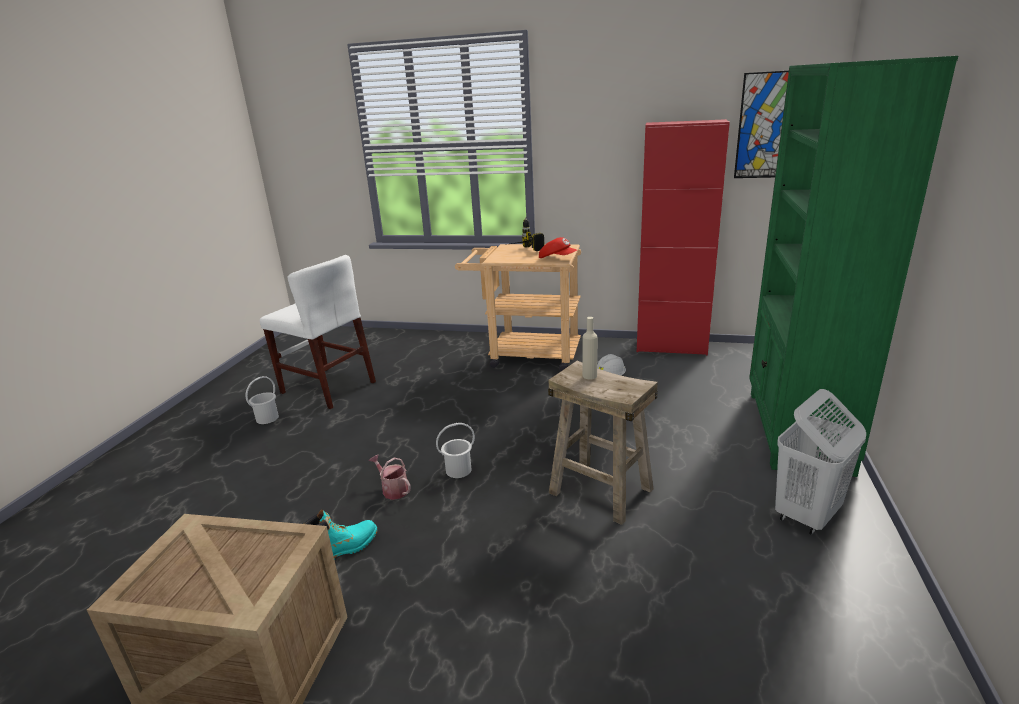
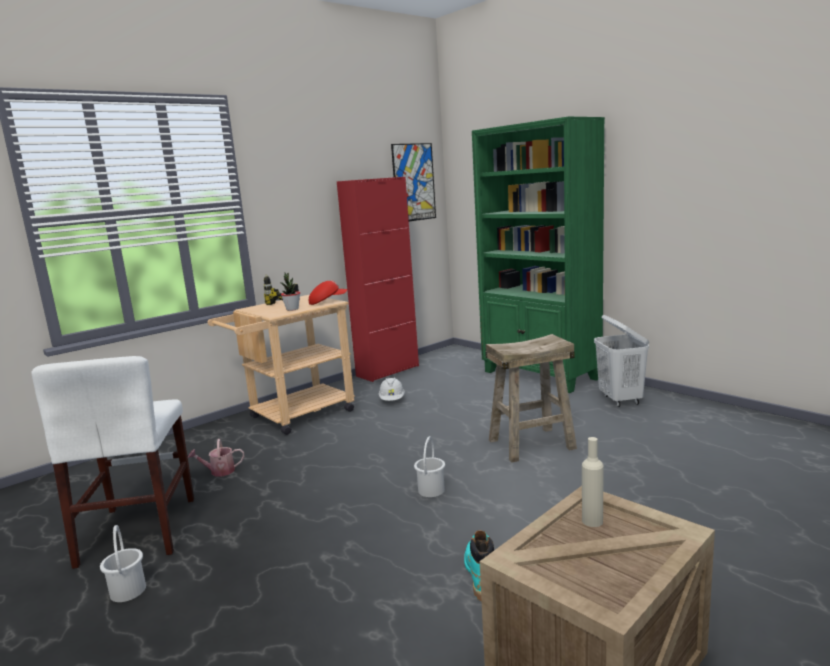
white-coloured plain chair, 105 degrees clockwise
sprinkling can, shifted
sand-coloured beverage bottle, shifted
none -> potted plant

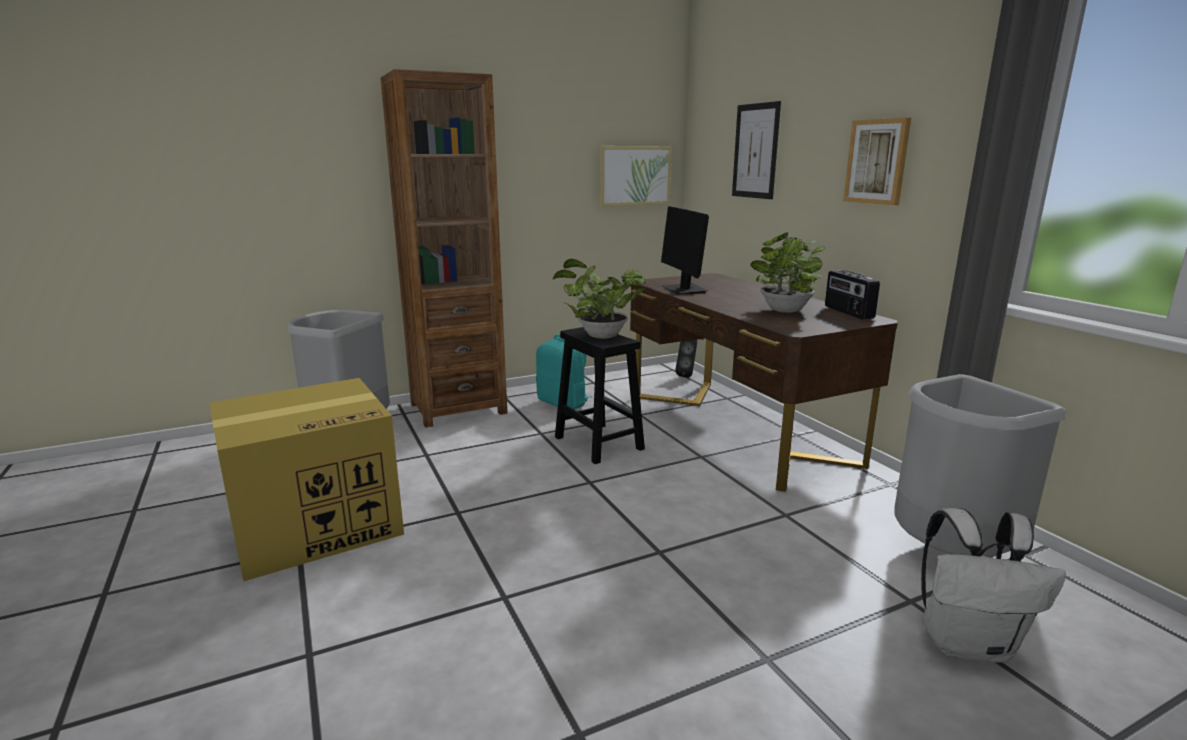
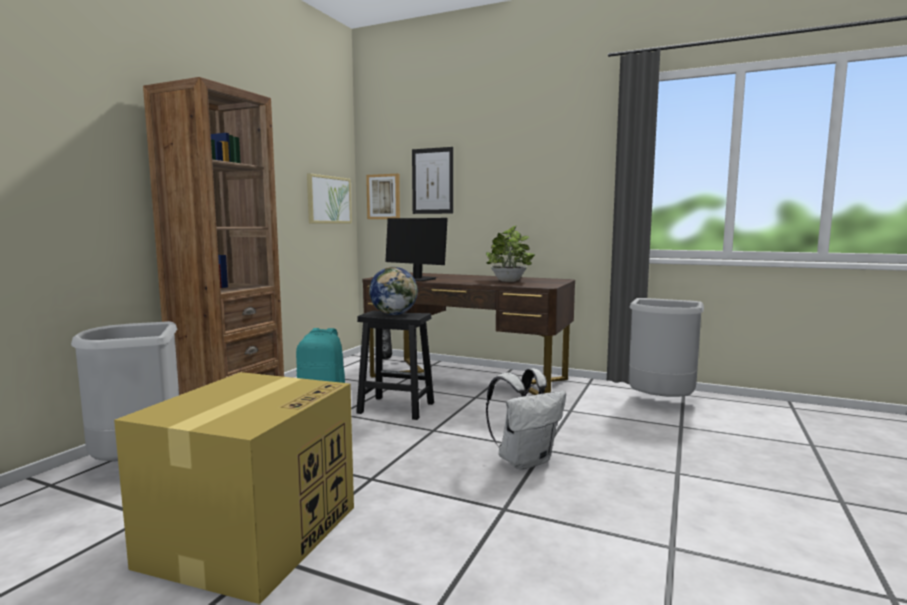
potted plant (no. 1 from left) -> world globe
radio receiver -> none
wall picture (no. 3 from left in the first image) -> wall picture (no. 2 from left), shifted
white-coloured rucksack, shifted

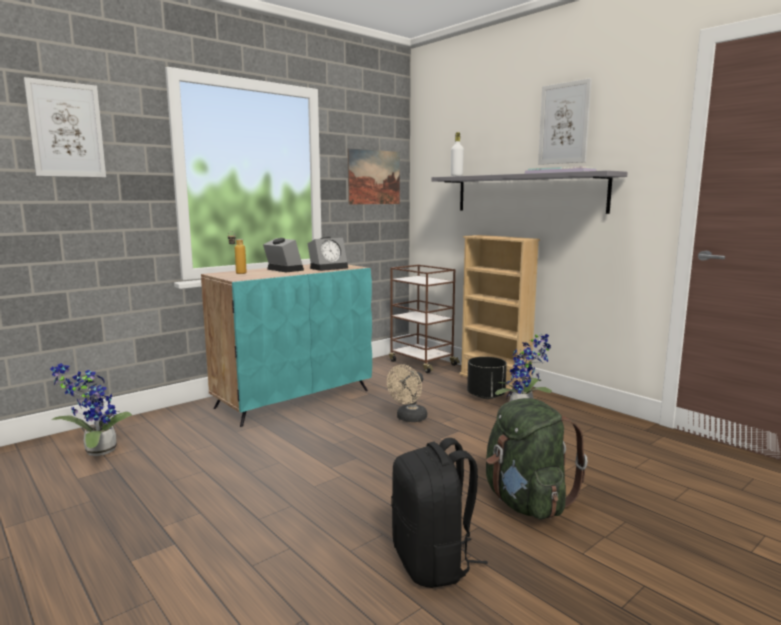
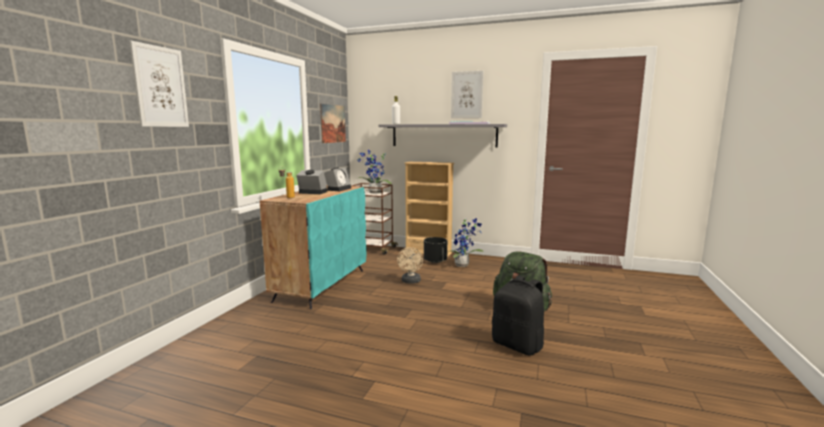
potted plant (no. 1 from left), shifted

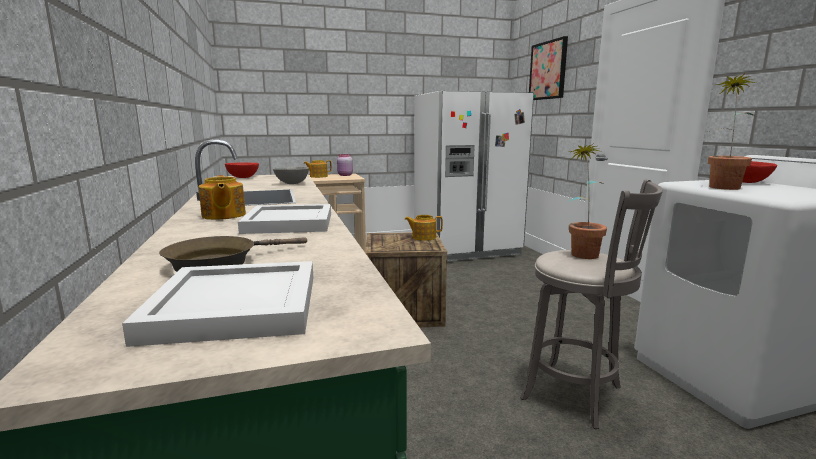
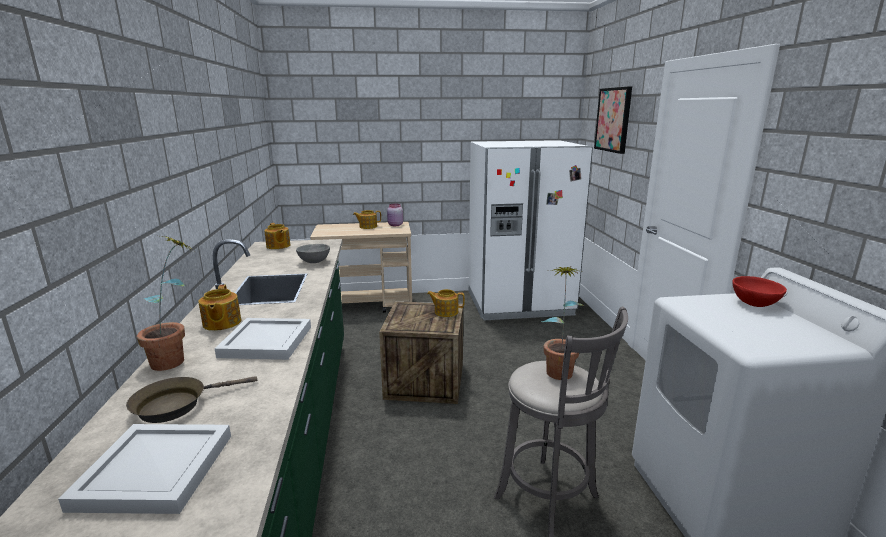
red-coloured deep dish (no. 1 from left) -> tea pot (no. 2 from left)
potted plant (no. 2 from left in the first image) -> potted plant (no. 1 from left), shifted

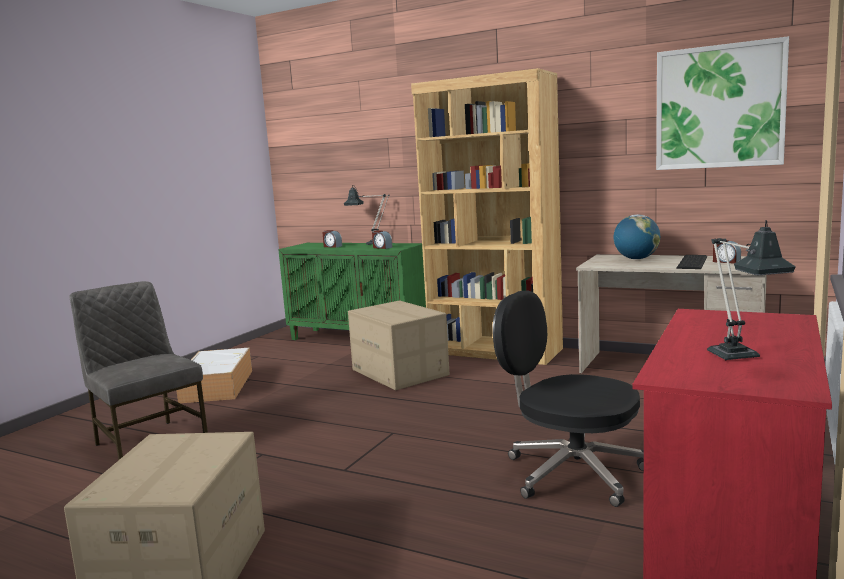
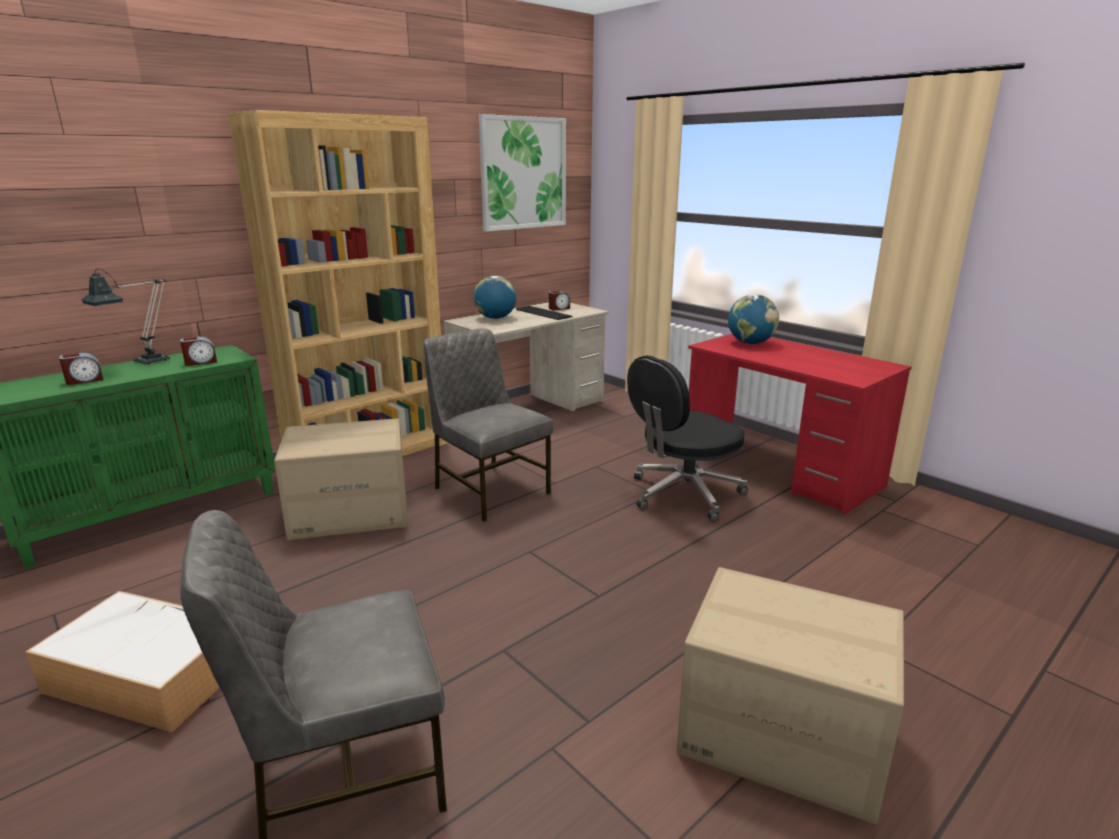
lamp for a table (no. 2 from left) -> none
none -> greyish plain chair (no. 2 from left)
none -> world globe (no. 2 from left)

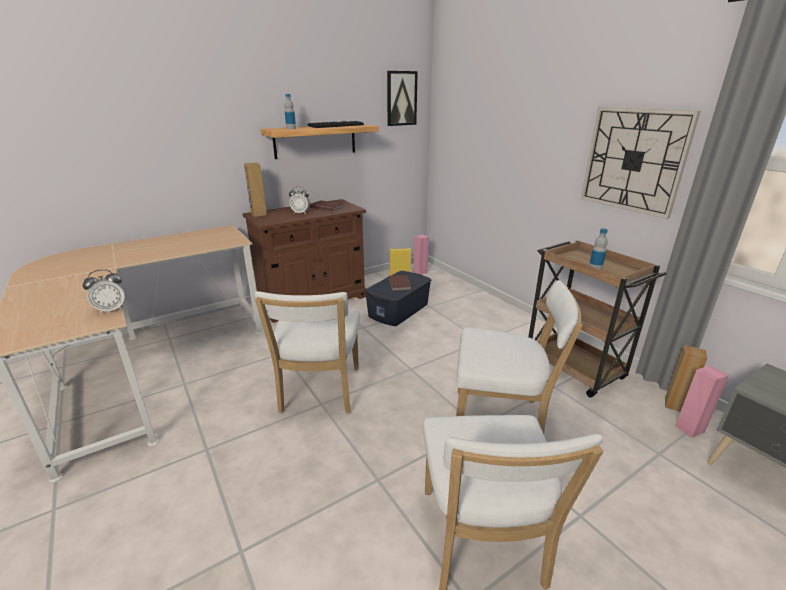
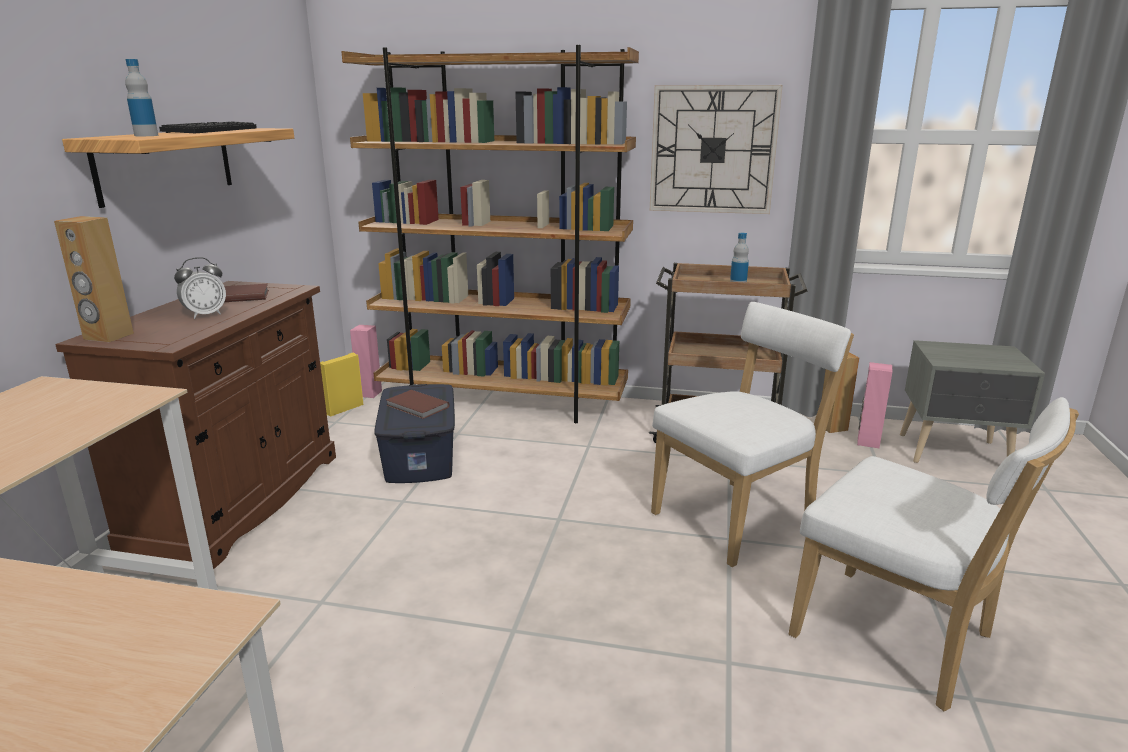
table clock (no. 1 from left) -> none
white-coloured plain chair (no. 1 from left) -> none
wall picture -> none
none -> brown shelving unit

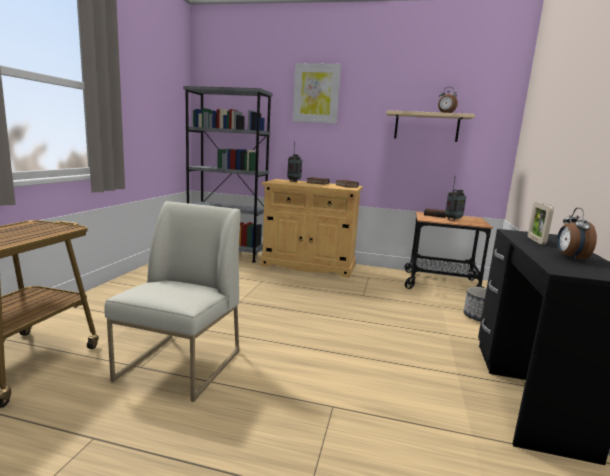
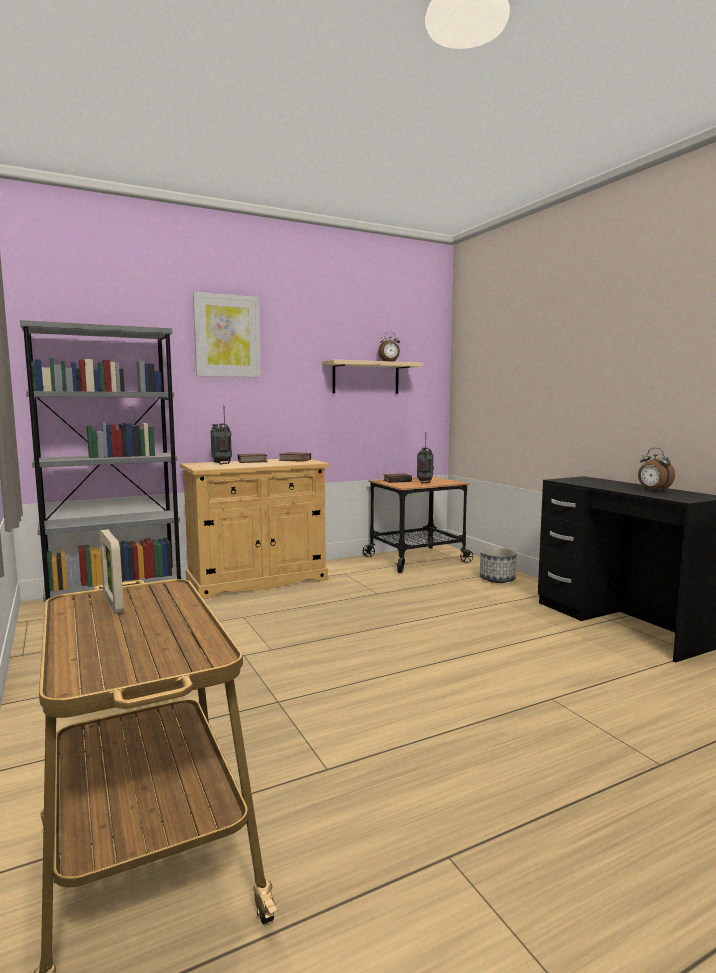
white-coloured plain chair -> none
picture frame, shifted

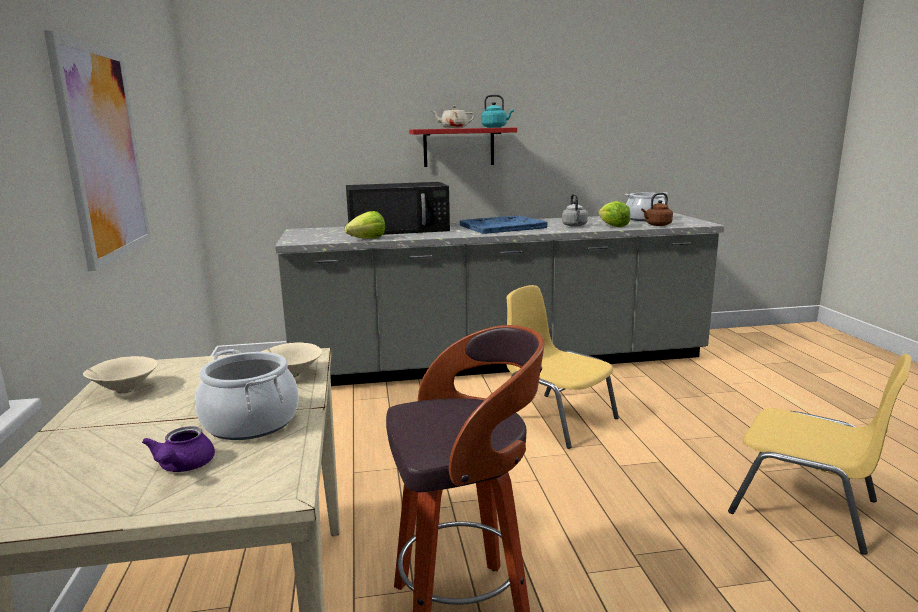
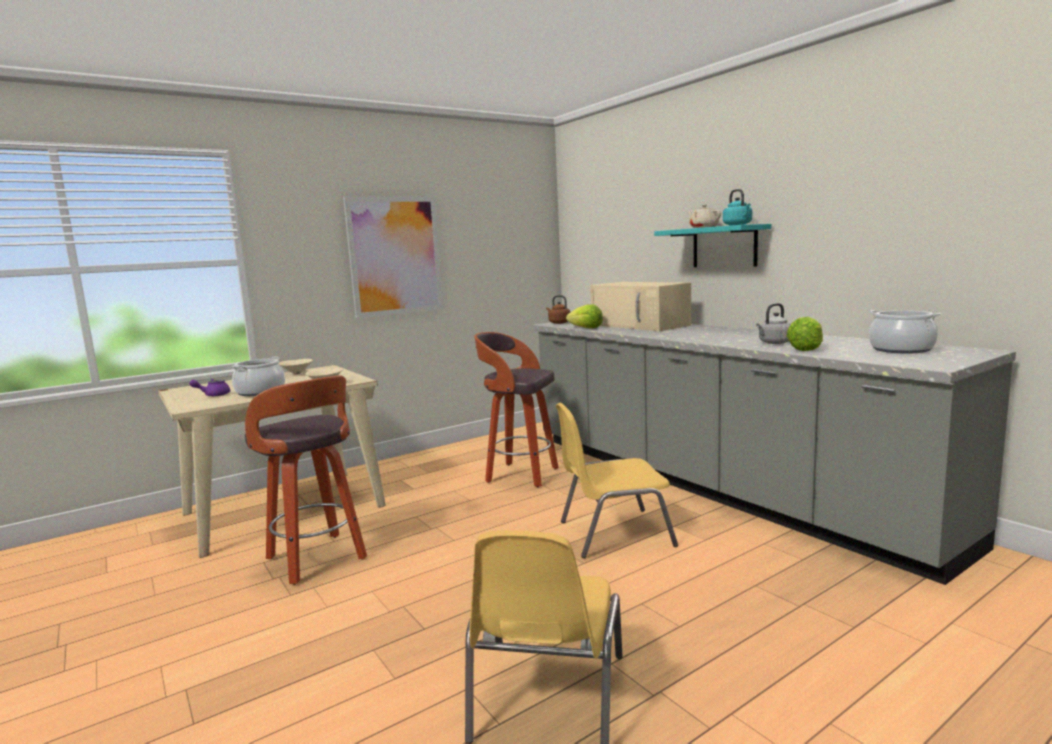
black microwave -> sand-coloured microwave
red-coloured bracket shelf -> blue-green bracket shelf
bluish carrying tray -> none
yellowish plain chair (no. 1 from left in the first image) -> yellowish plain chair (no. 2 from left), 120 degrees counterclockwise
brown tea kettle, shifted
none -> stool (no. 2 from left)

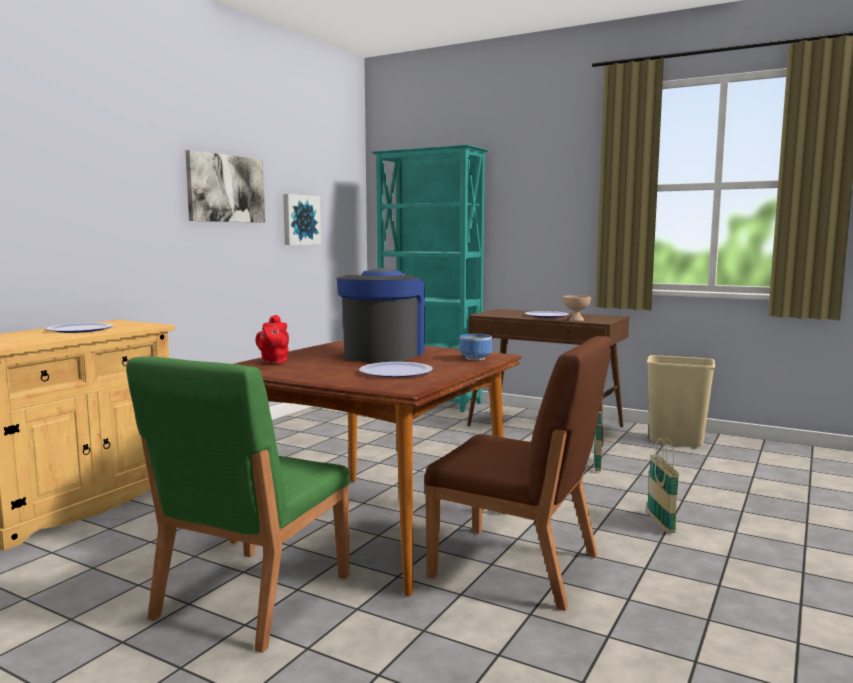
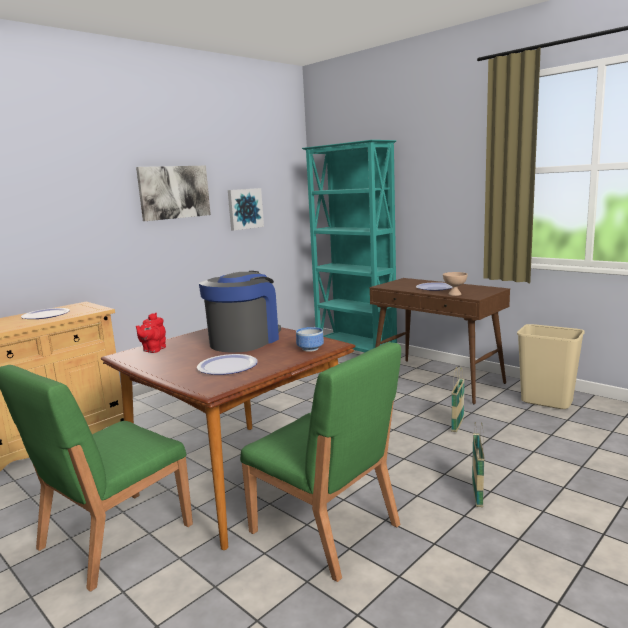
brown plain chair -> greenish plain chair (no. 2 from left)

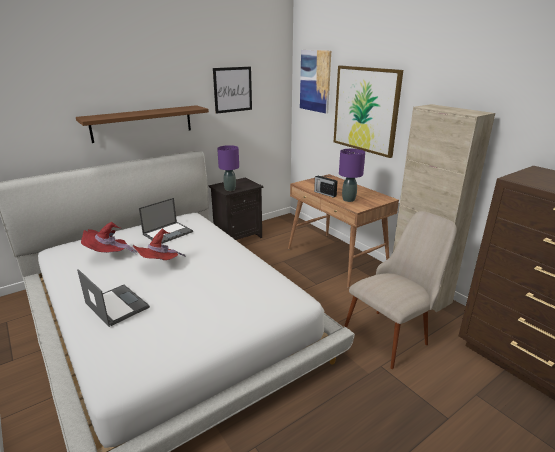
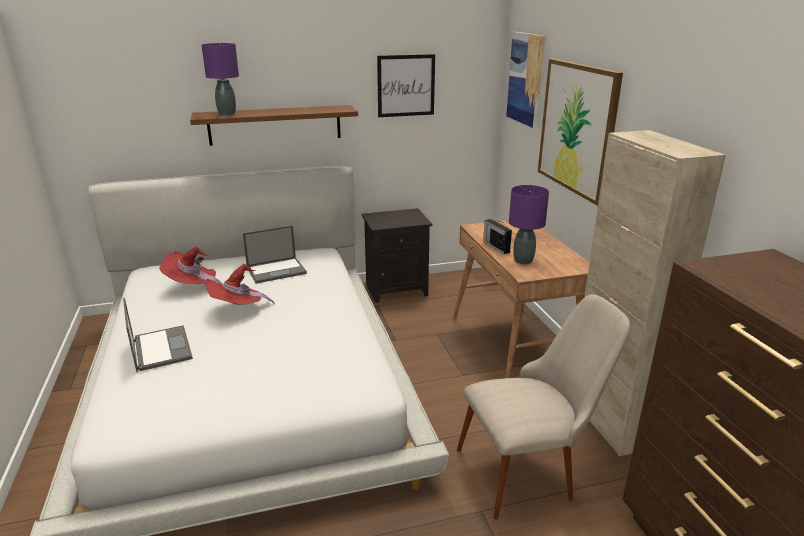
purplish lamp for a table (no. 1 from left), shifted

